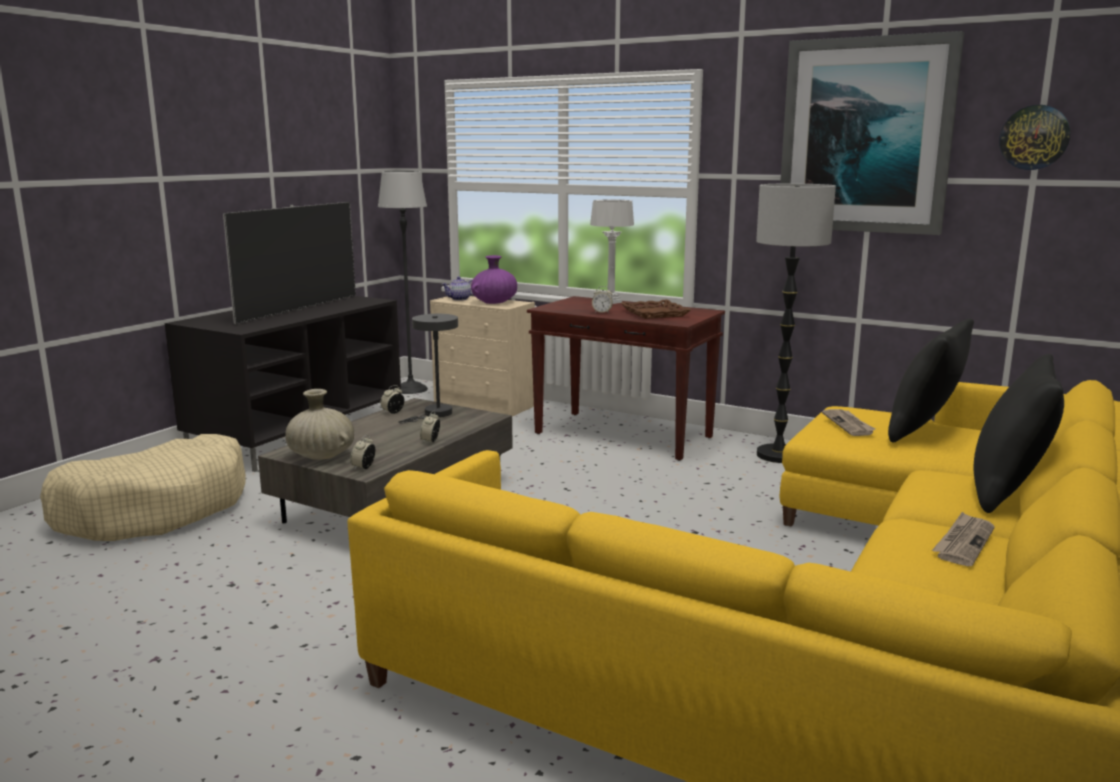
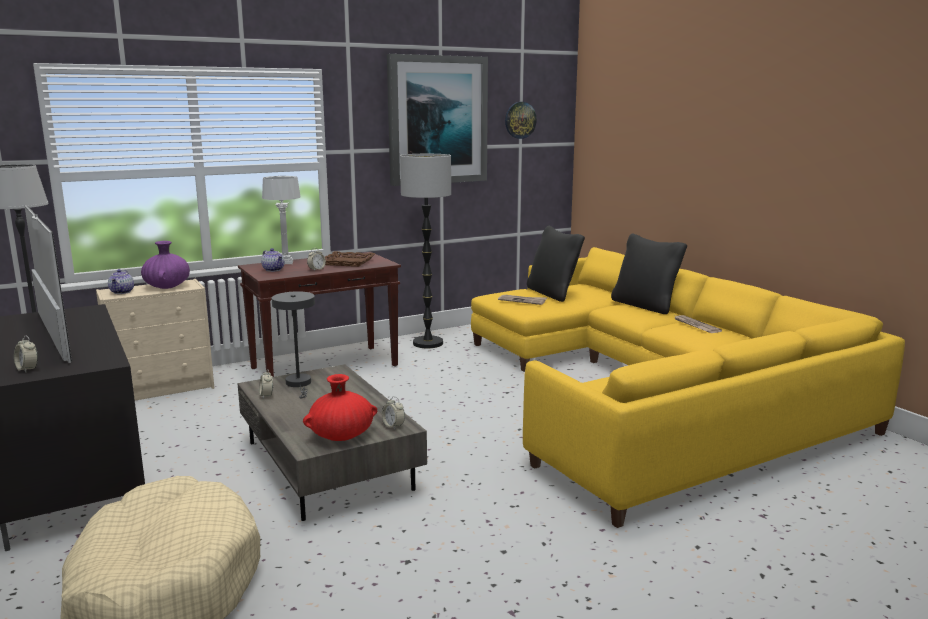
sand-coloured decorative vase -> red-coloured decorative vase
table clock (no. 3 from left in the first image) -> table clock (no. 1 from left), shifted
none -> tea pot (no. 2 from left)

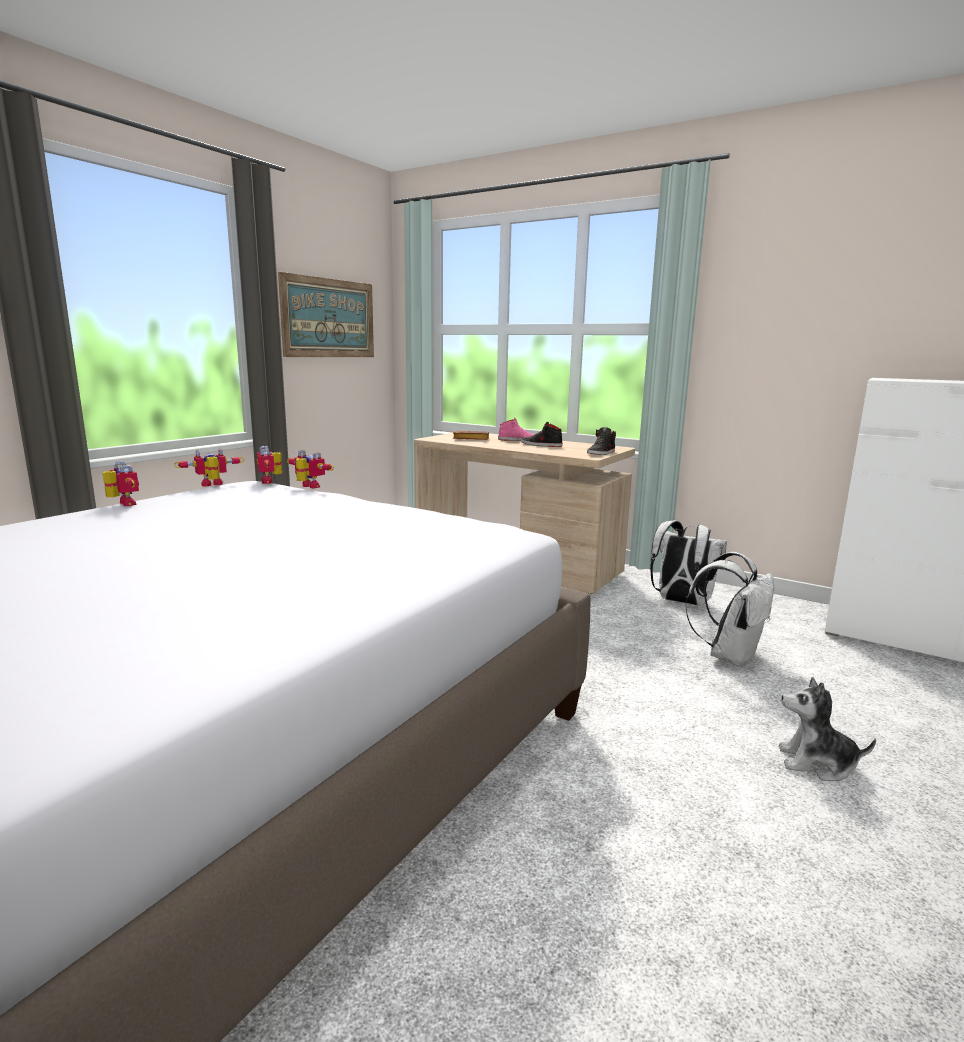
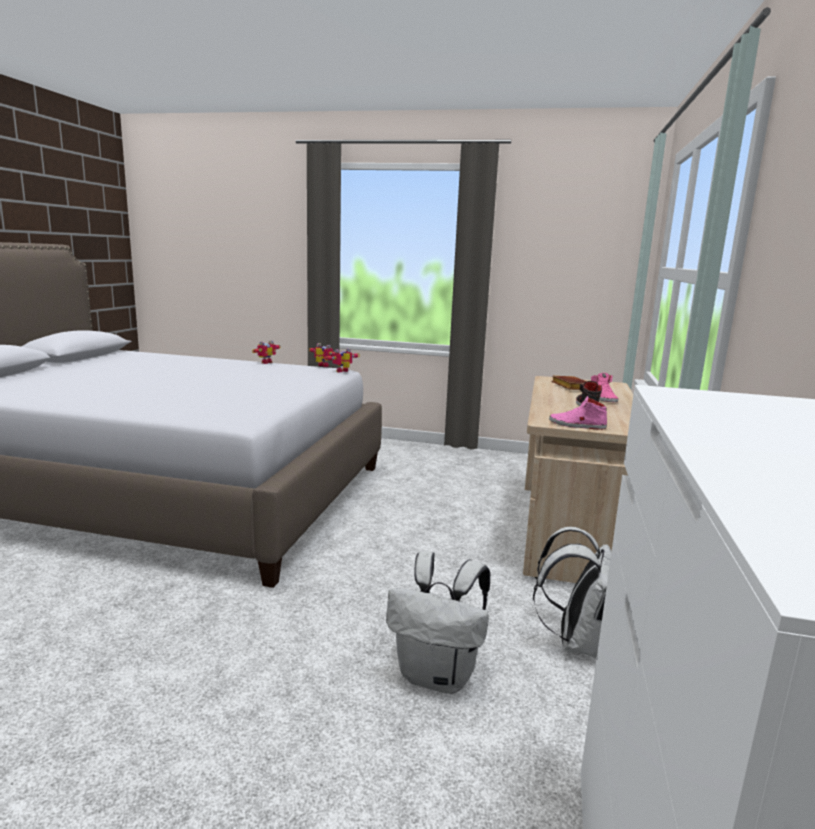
wall picture -> none
model robot (no. 4 from left) -> none
black low shoe (no. 2 from left) -> pinkish low shoe (no. 1 from left)
cuddly toy -> none

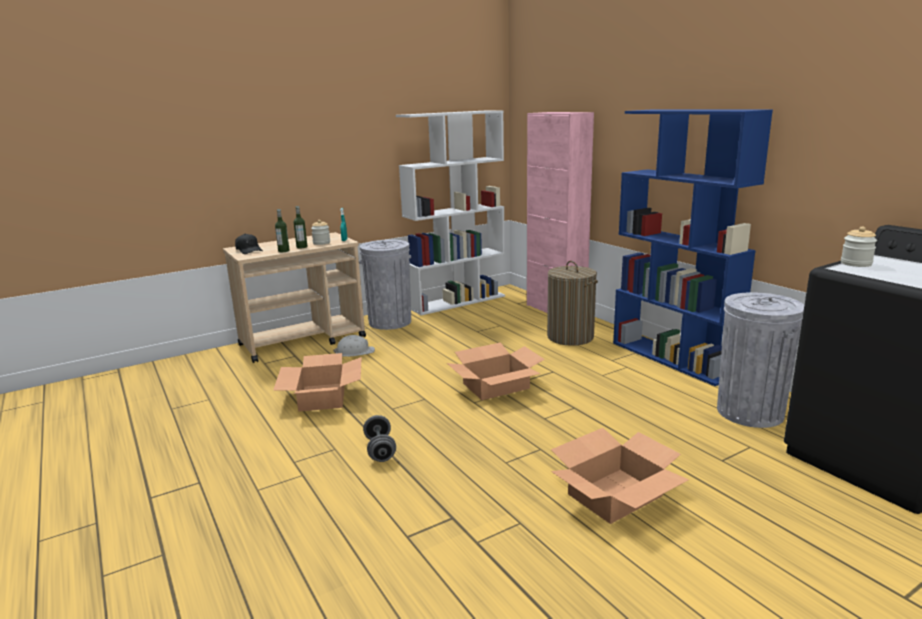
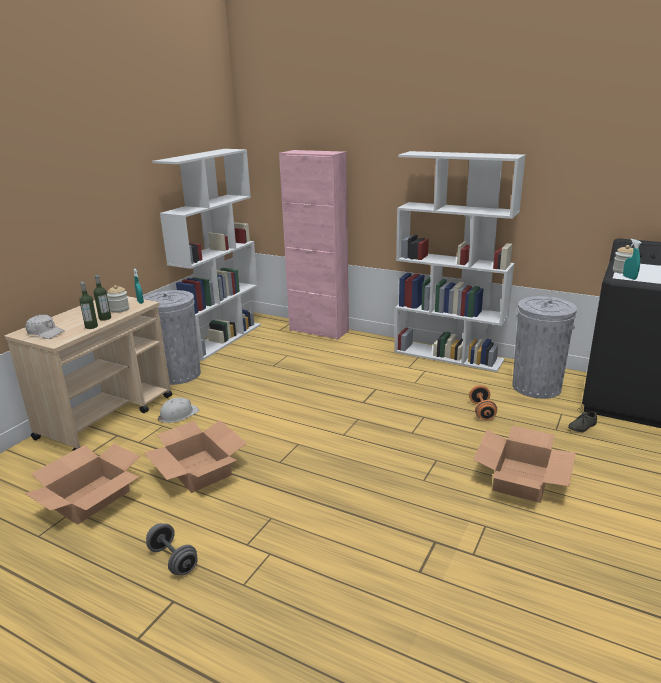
black baseball cap -> white-coloured baseball cap
greyish dumbbell, shifted
carton (no. 2 from left in the first image) -> carton (no. 1 from left), shifted
hamper -> none
bluish shelving unit -> white-coloured shelving unit (no. 2 from left)
none -> orange dumbbell
none -> greyish low shoe
none -> blue-green hand sprayer (no. 2 from left)

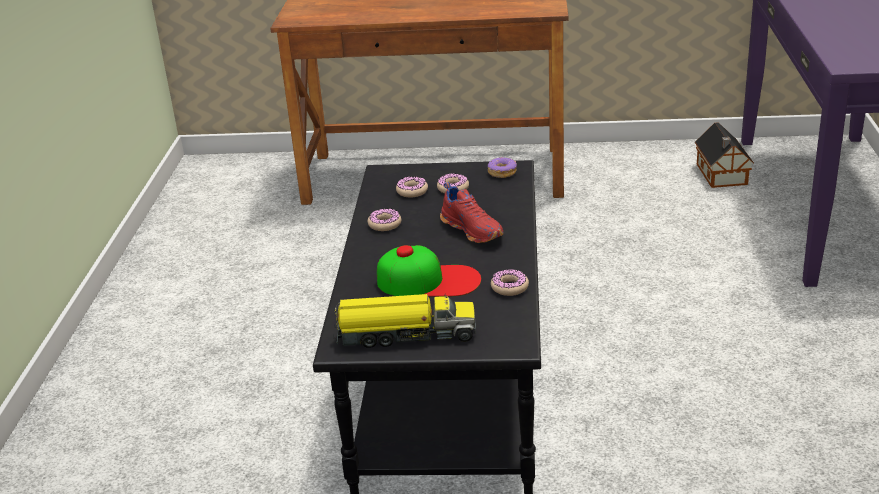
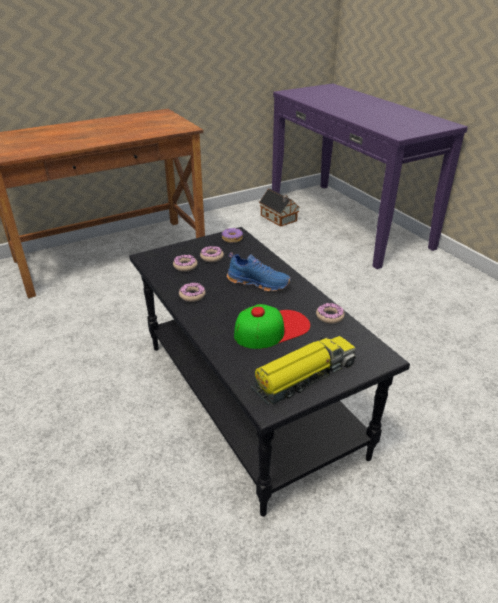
red-coloured low shoe -> bluish low shoe

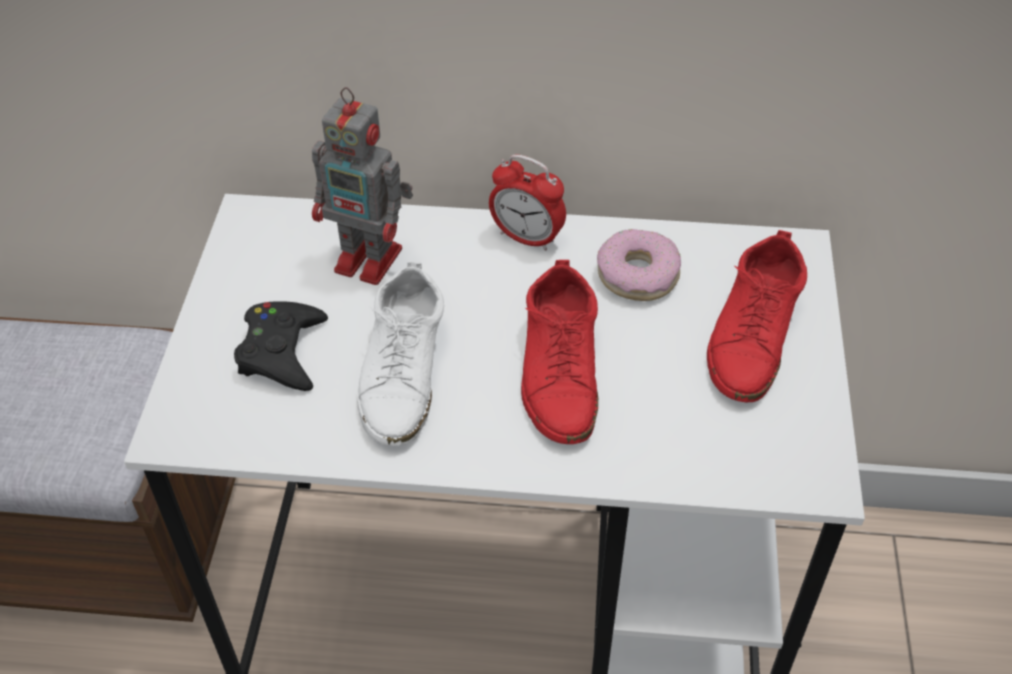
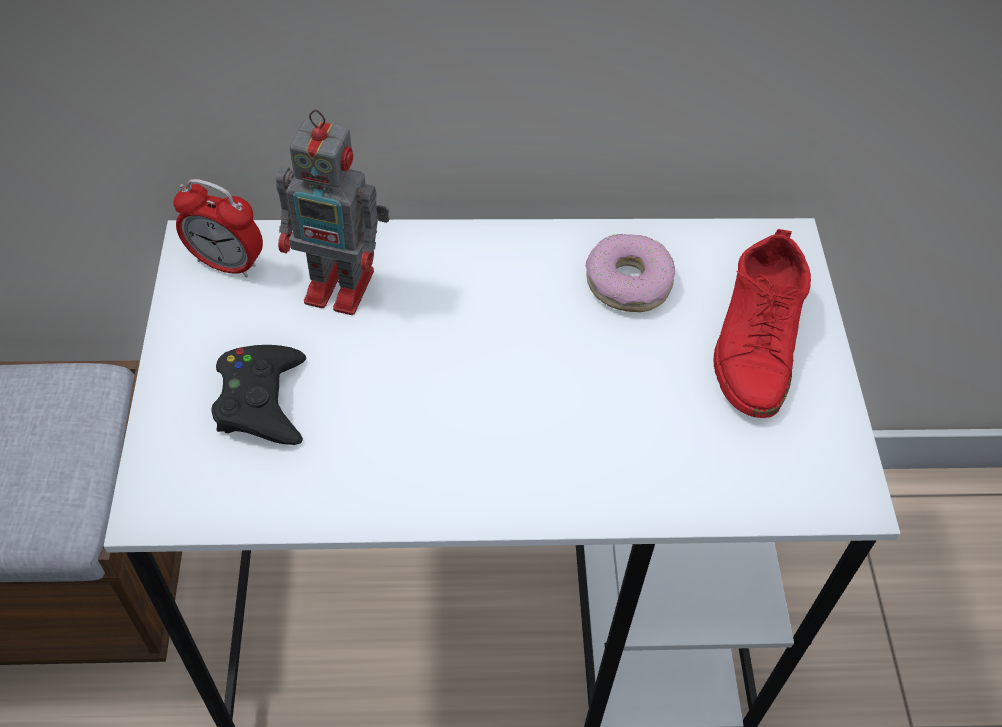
white-coloured low shoe -> none
table clock, shifted
red-coloured low shoe (no. 1 from left) -> none

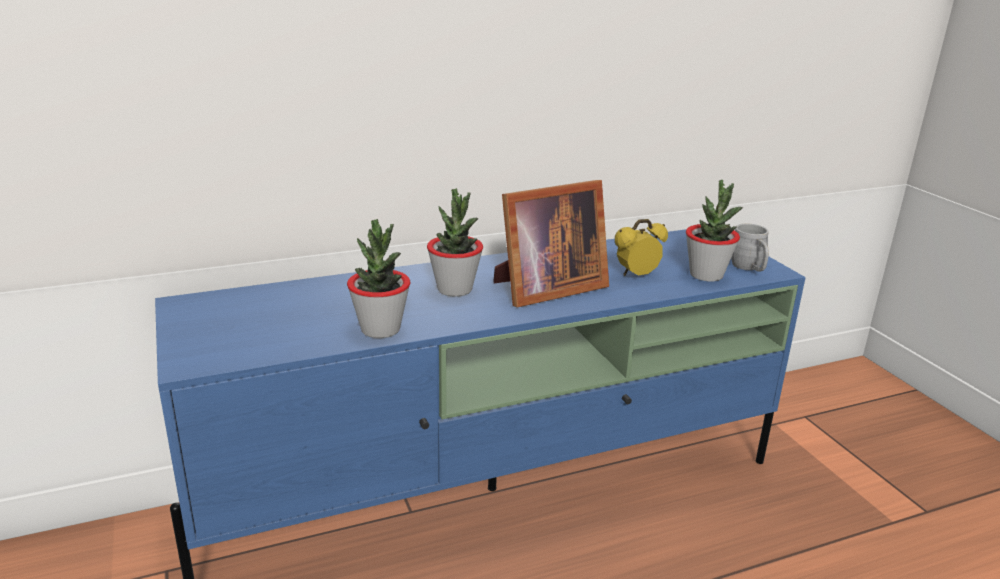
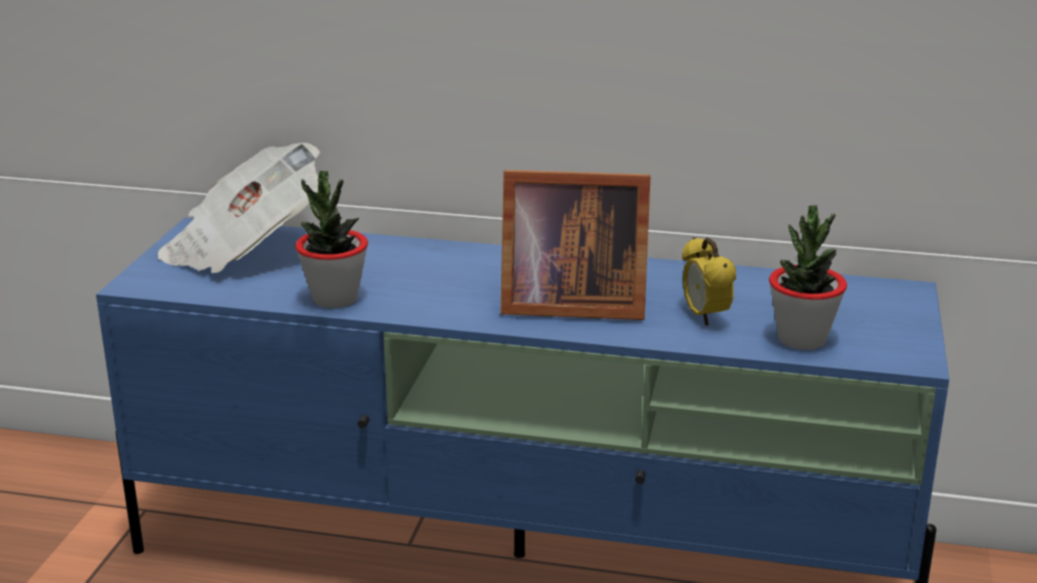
potted plant (no. 2 from left) -> none
table clock, 120 degrees counterclockwise
greyish mug -> none
none -> daily paper

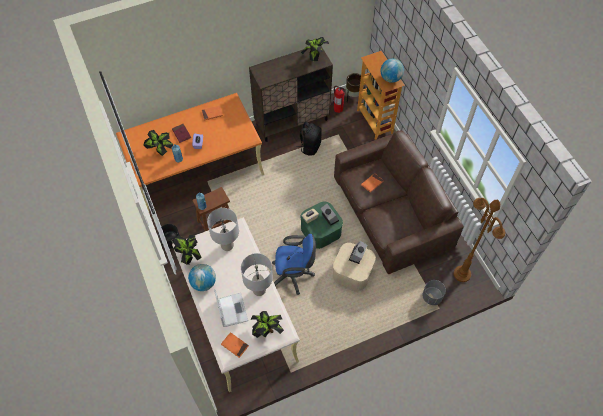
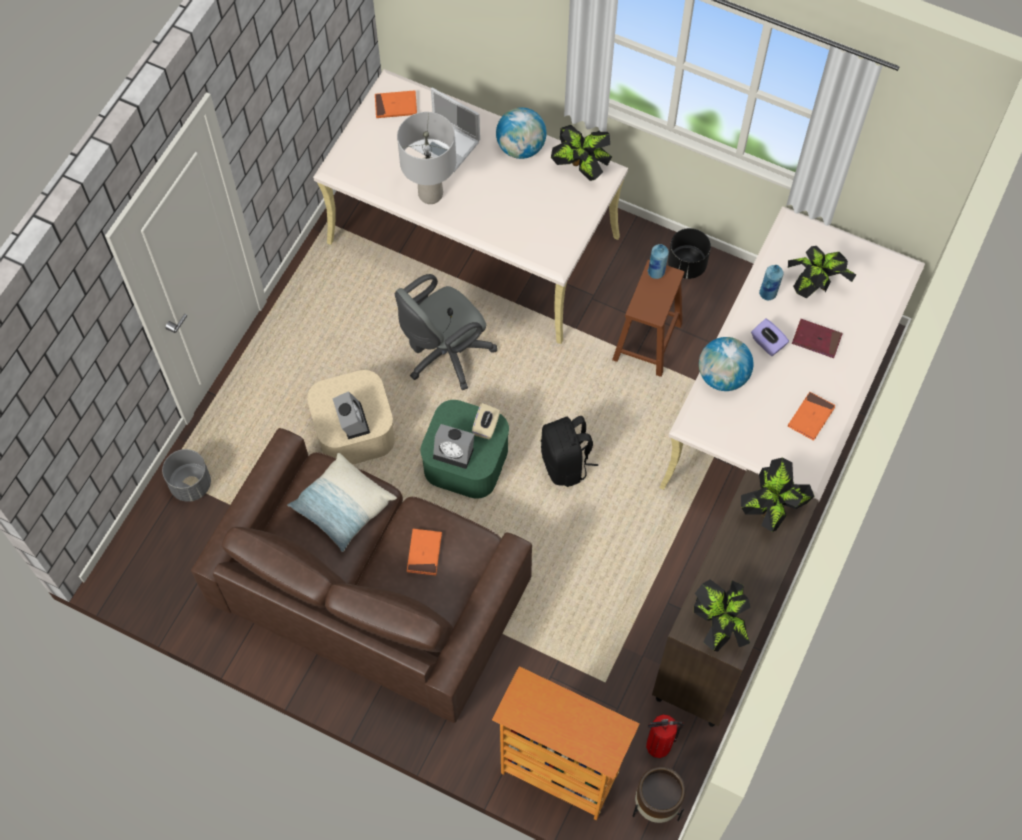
orange desk -> sand-coloured desk (no. 2 from left)
greyish lamp for a table (no. 1 from left) -> none
potted plant (no. 3 from left), shifted
bluish office chair -> greyish office chair
black rucksack, shifted
world globe (no. 2 from left), shifted
brown floor lamp -> none
none -> pillow

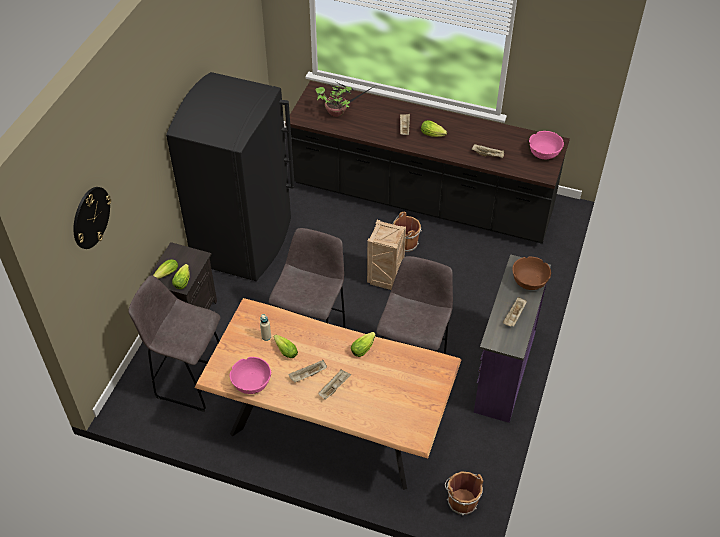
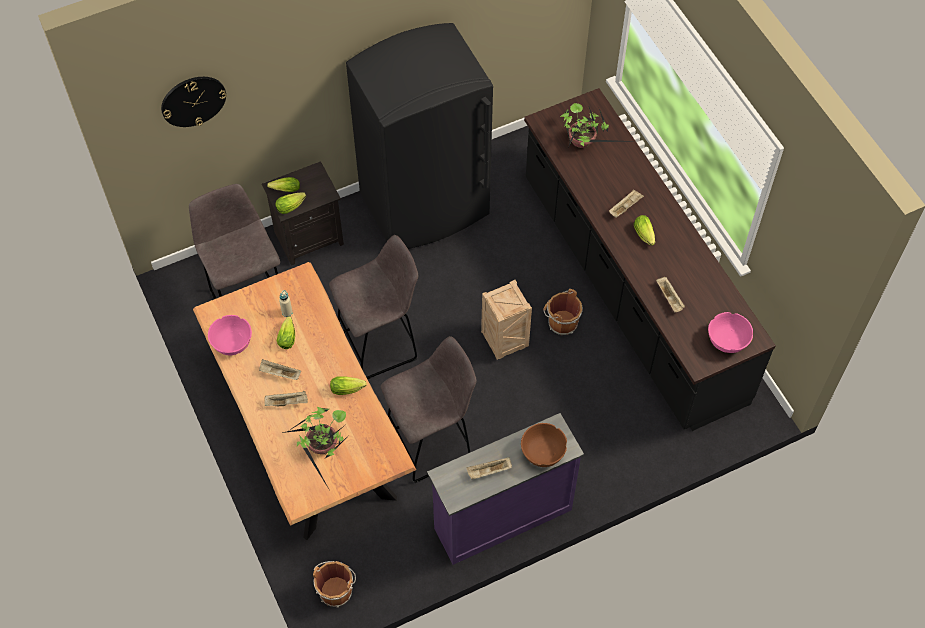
none -> potted plant (no. 1 from left)

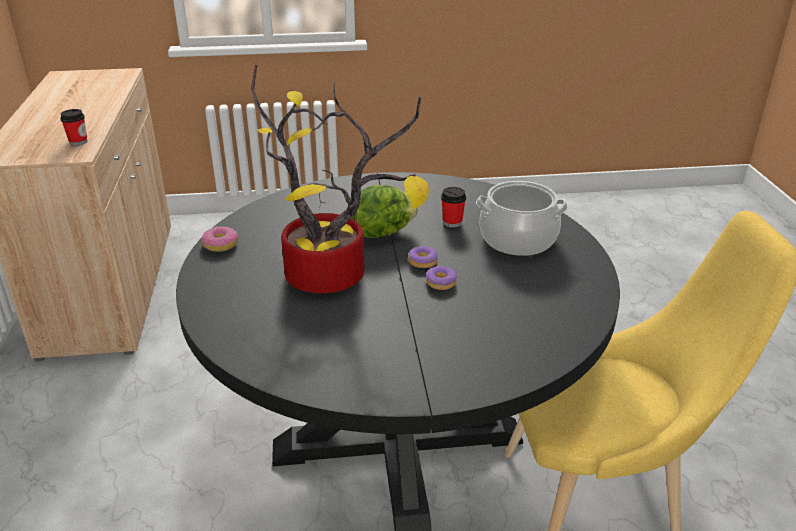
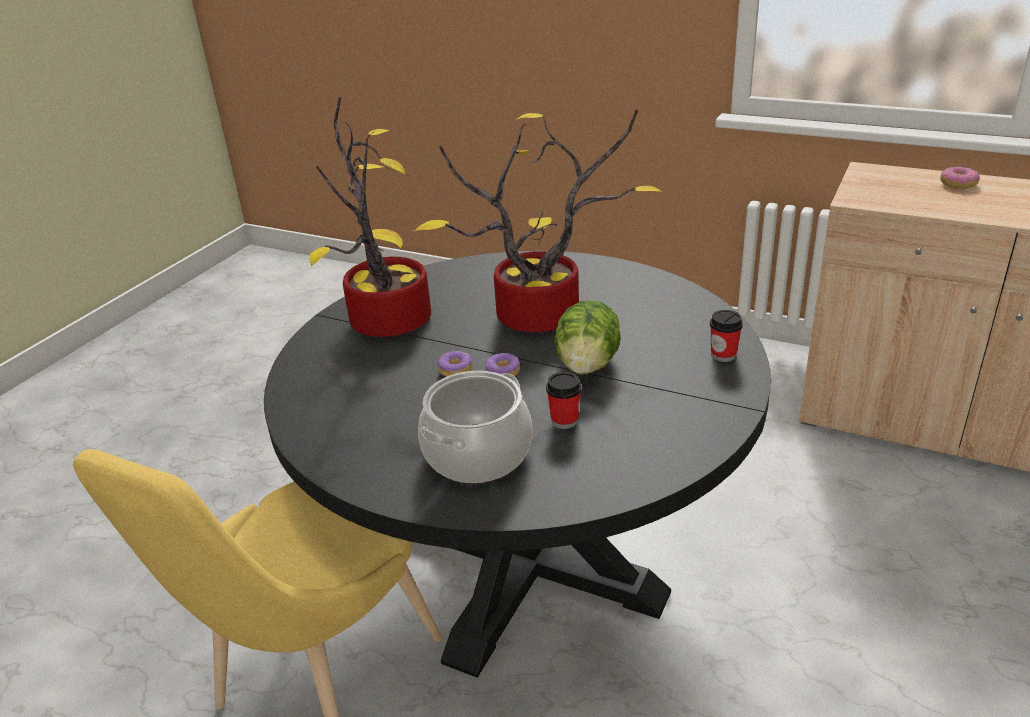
drinking cup (no. 1 from left in the first image) -> drinking cup (no. 2 from left), shifted
donut (no. 1 from left in the first image) -> donut (no. 3 from left), shifted
none -> potted plant (no. 1 from left)

